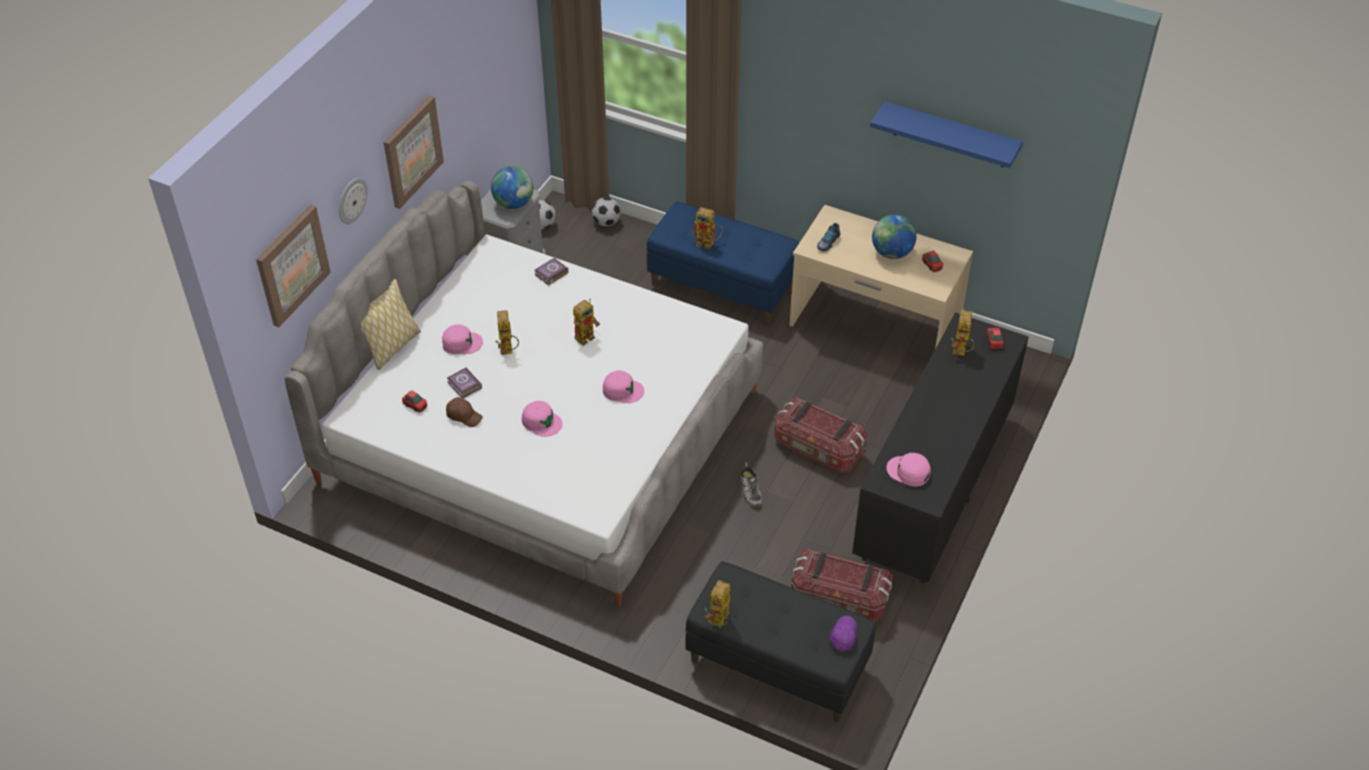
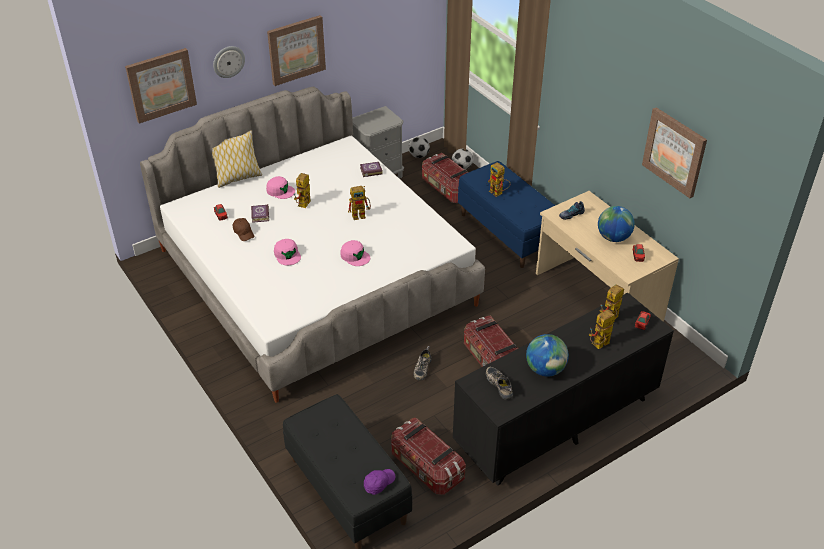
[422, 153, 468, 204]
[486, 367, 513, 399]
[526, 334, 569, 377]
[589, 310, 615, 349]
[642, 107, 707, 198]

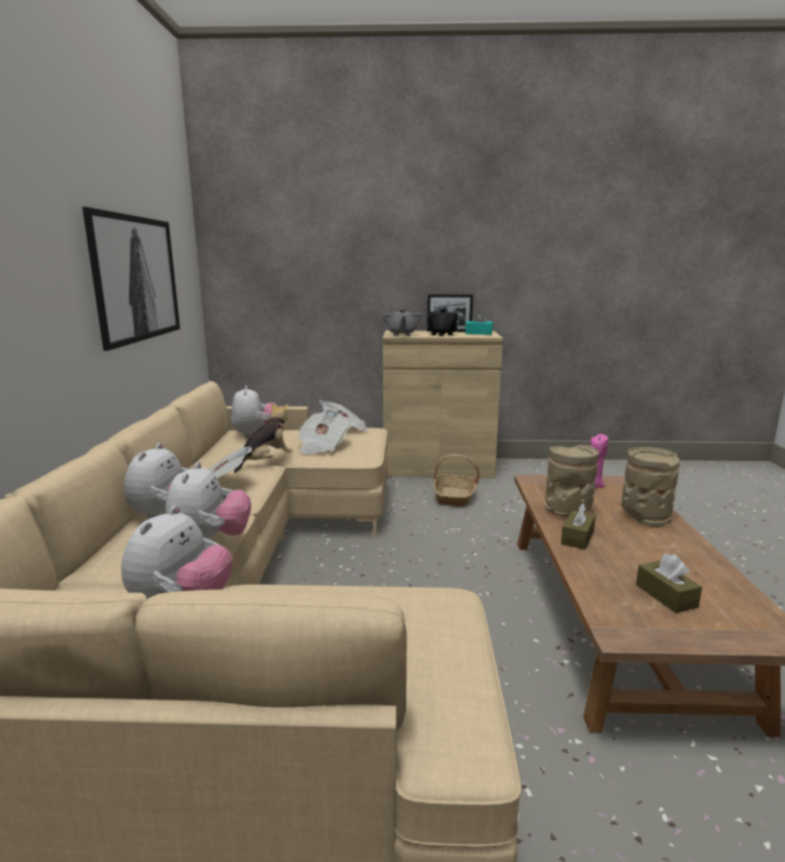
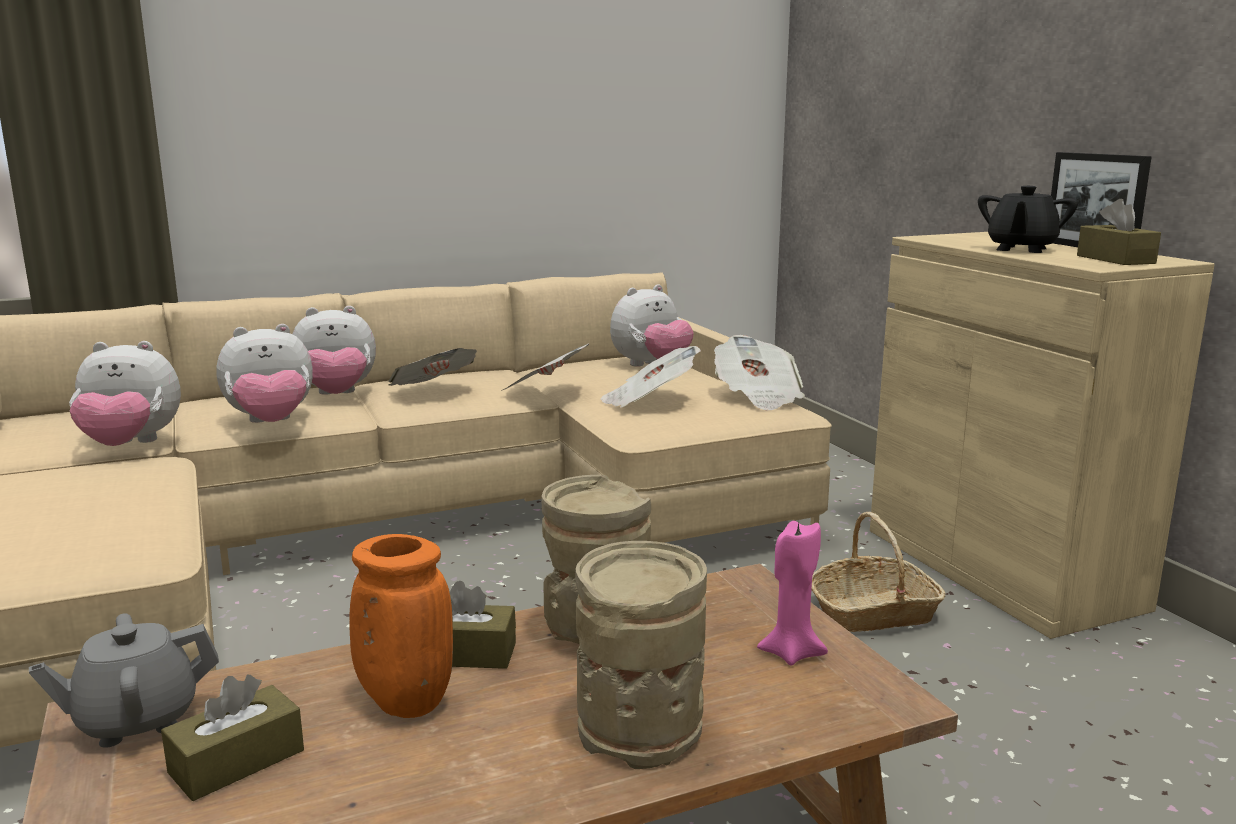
[29, 613, 219, 748]
[349, 534, 453, 718]
[501, 343, 589, 391]
[1077, 199, 1161, 265]
[82, 207, 180, 351] (first image)

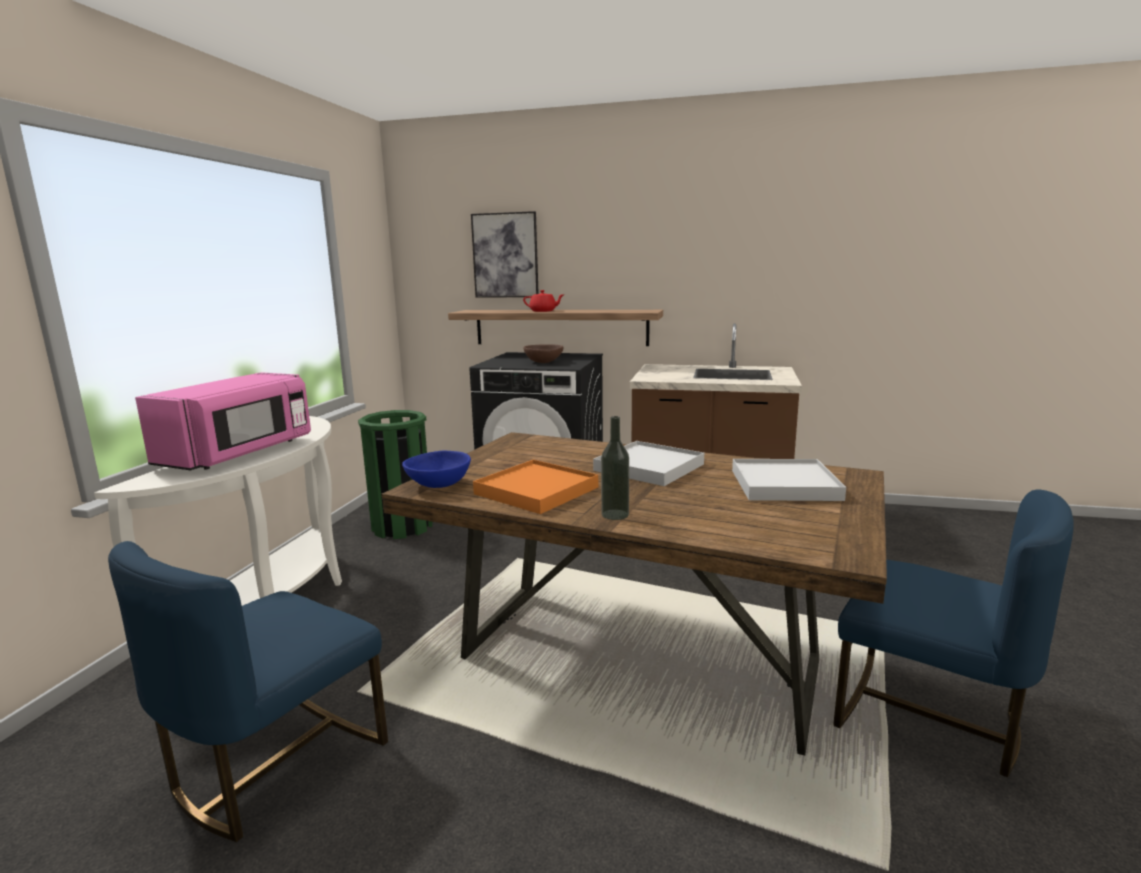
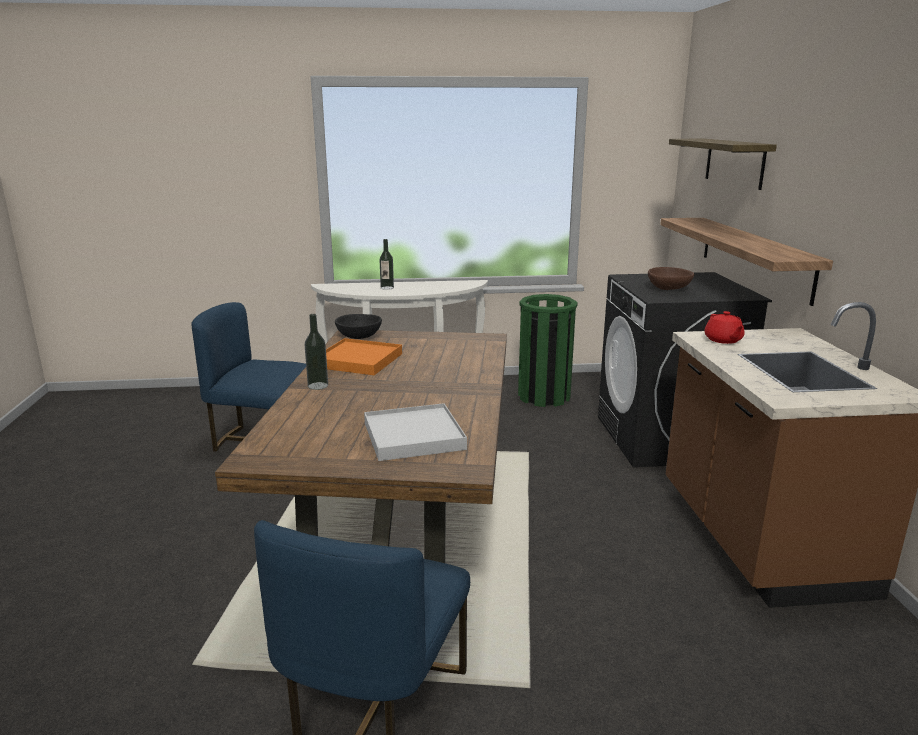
[335, 314, 382, 339]
[380, 239, 394, 290]
[669, 139, 777, 190]
[704, 311, 744, 344]
[593, 441, 704, 486] (first image)

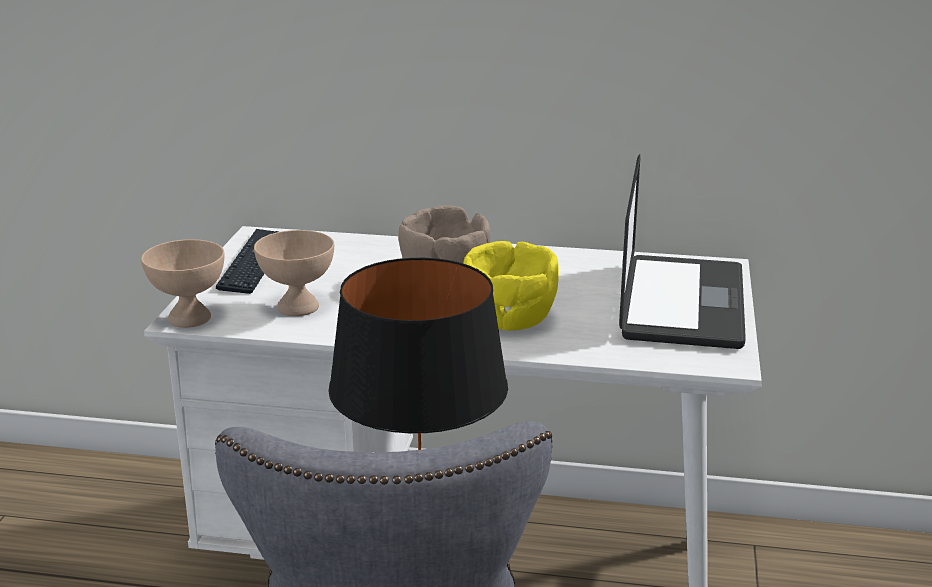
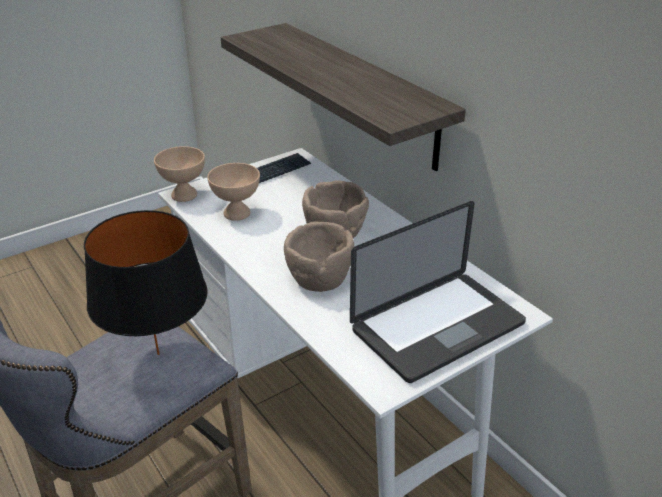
[221, 23, 466, 171]
[284, 221, 354, 292]

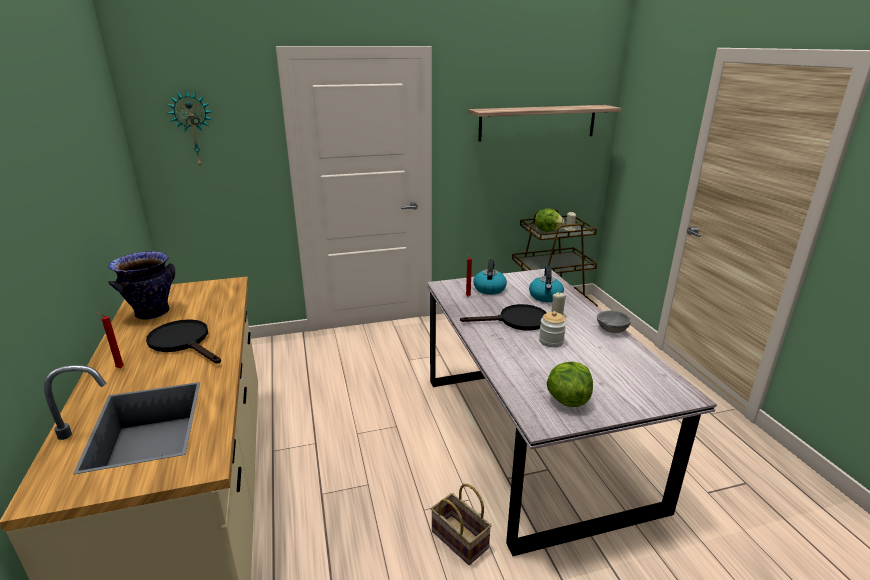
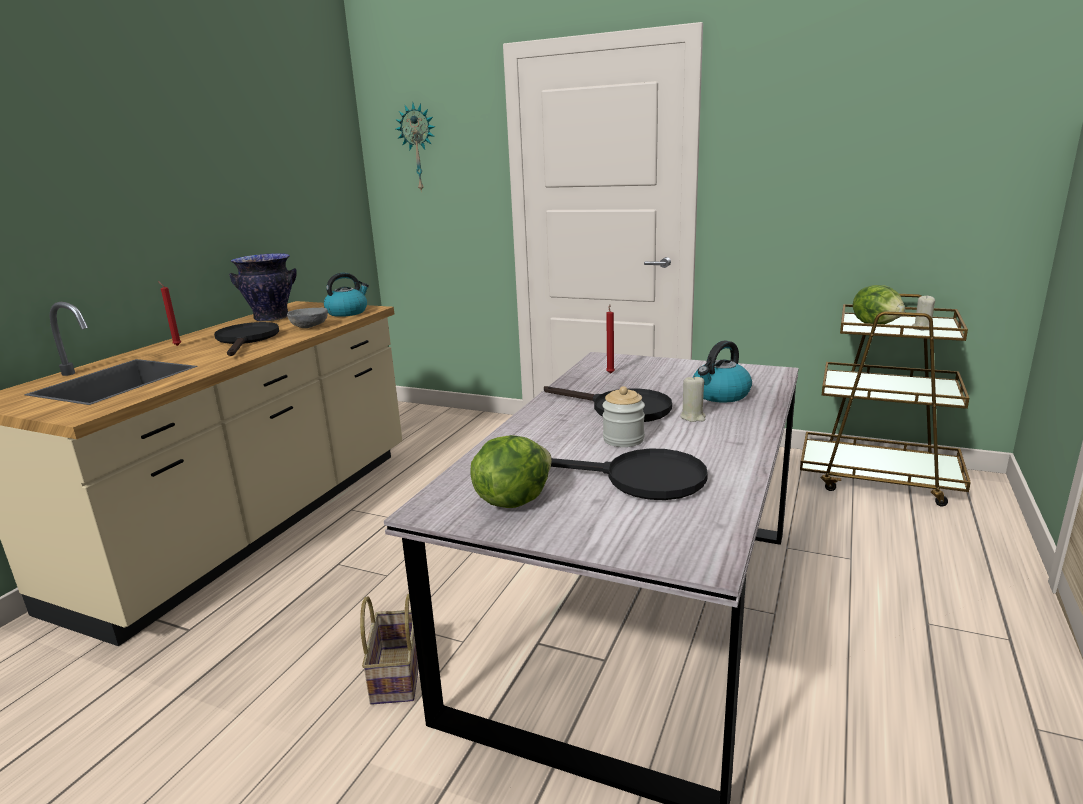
[287, 308, 328, 328]
[324, 272, 369, 317]
[551, 449, 708, 500]
[468, 105, 622, 142] (first image)

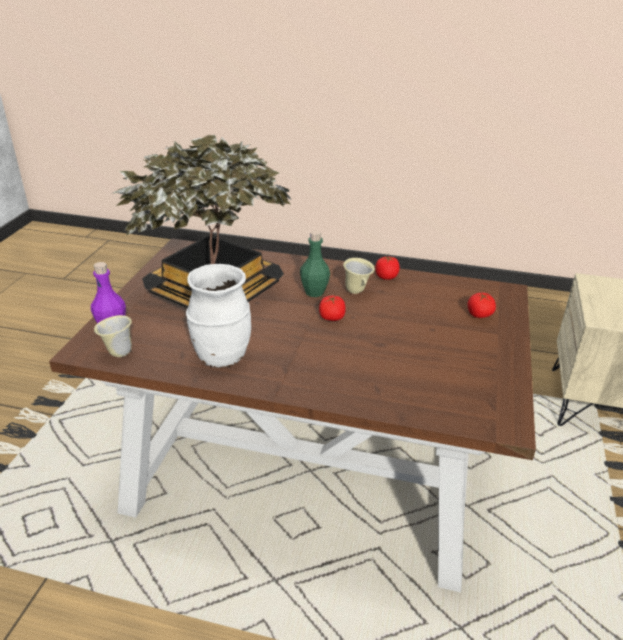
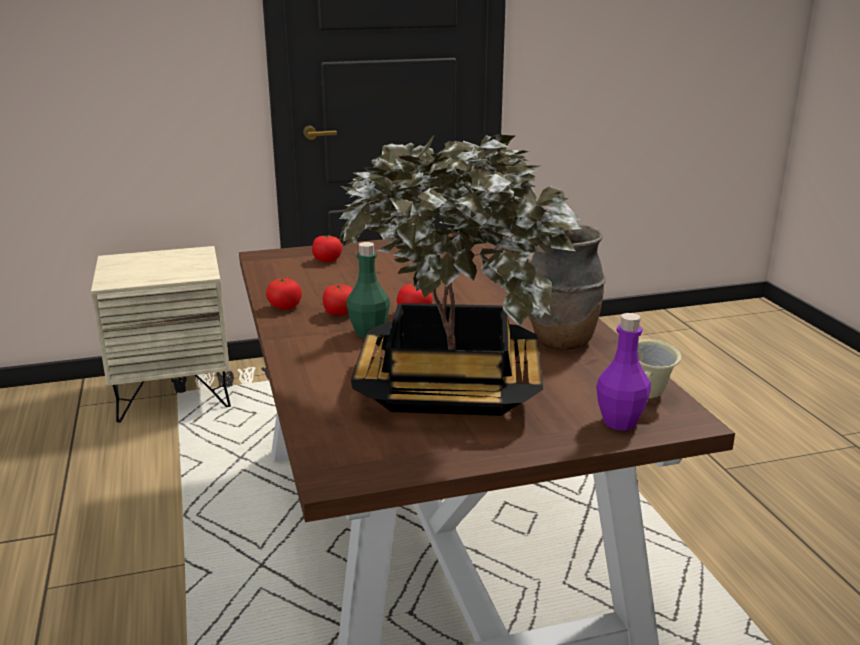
[323, 284, 353, 315]
[528, 224, 606, 350]

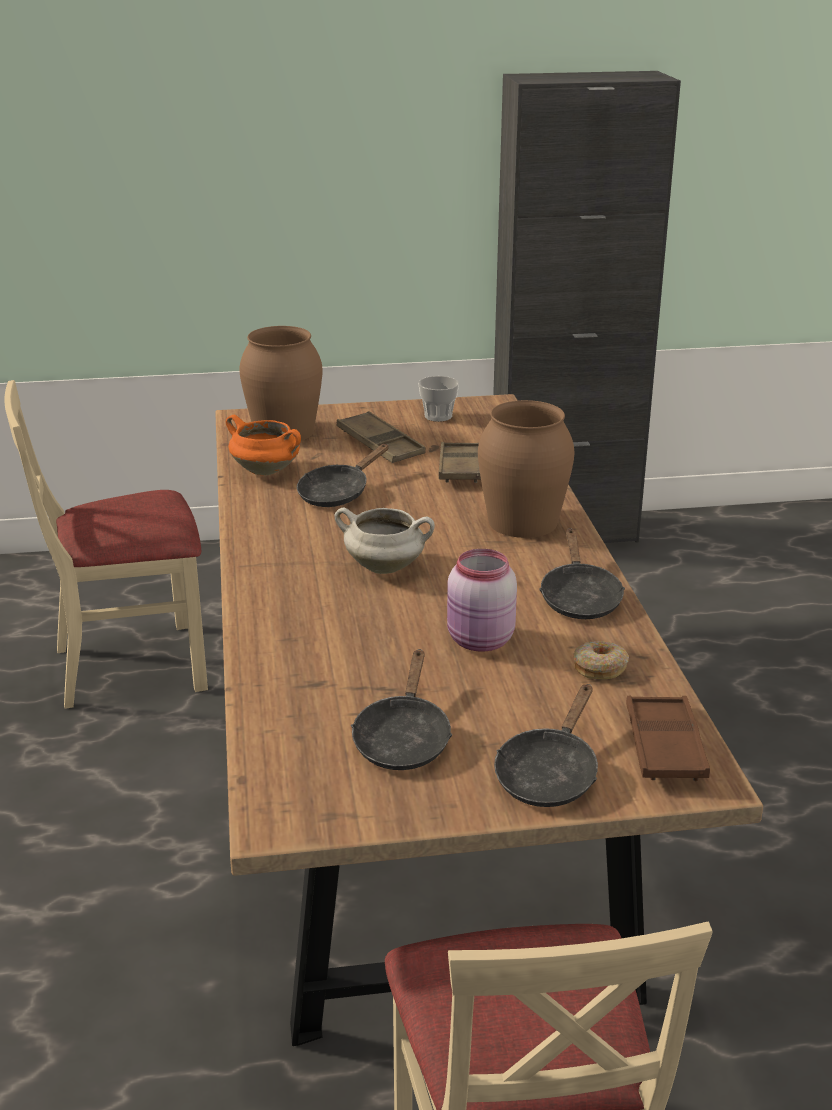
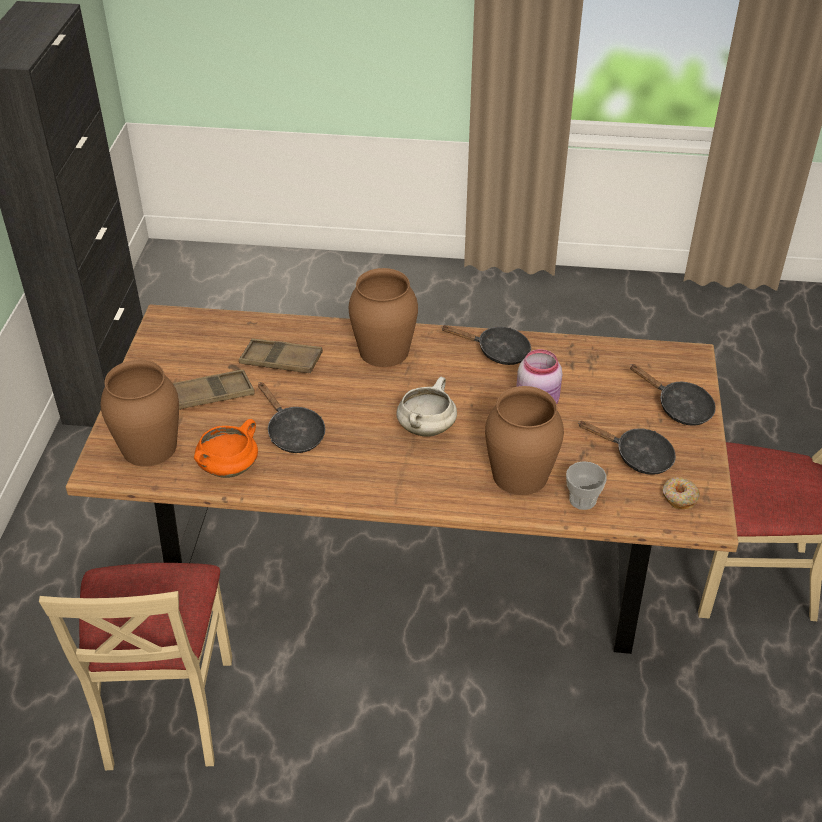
[485, 386, 564, 495]
[566, 461, 607, 510]
[662, 477, 700, 509]
[626, 696, 710, 781] (first image)

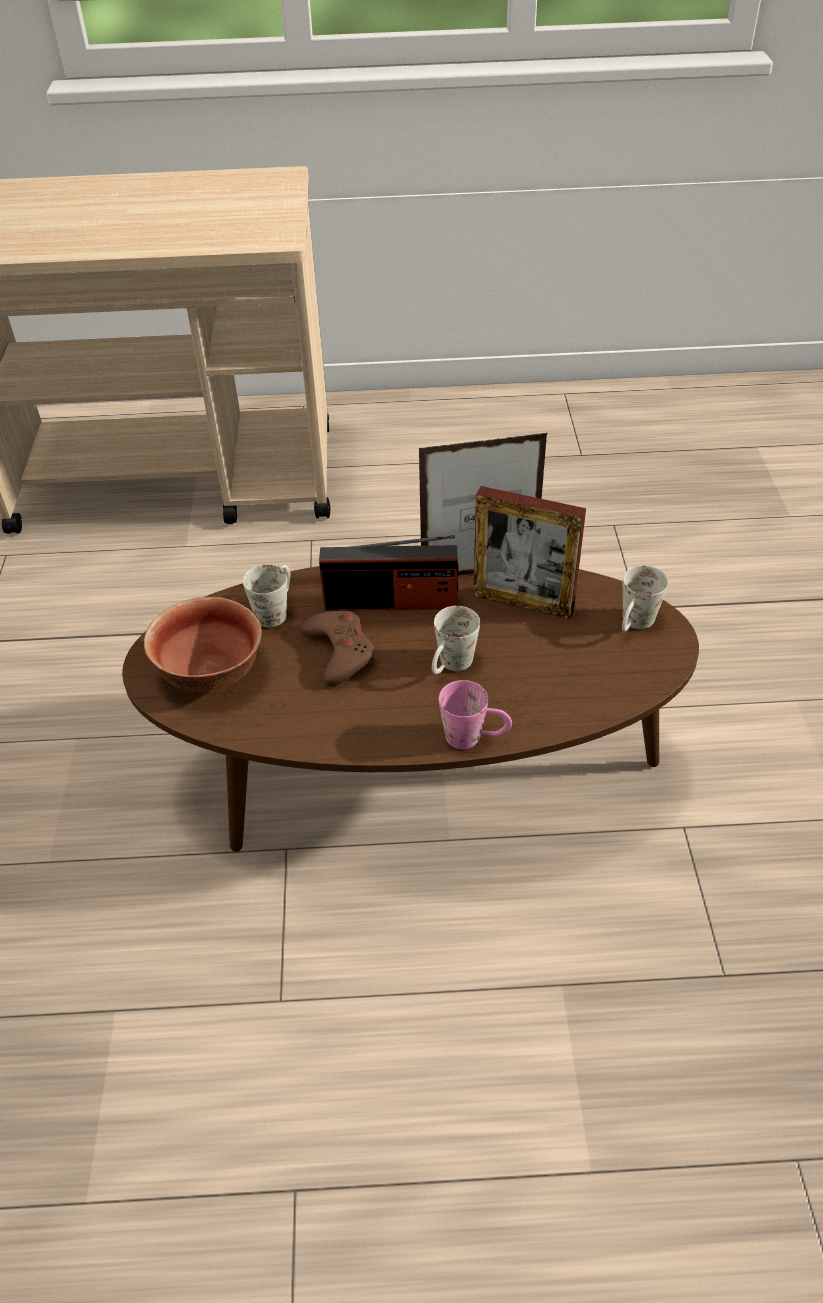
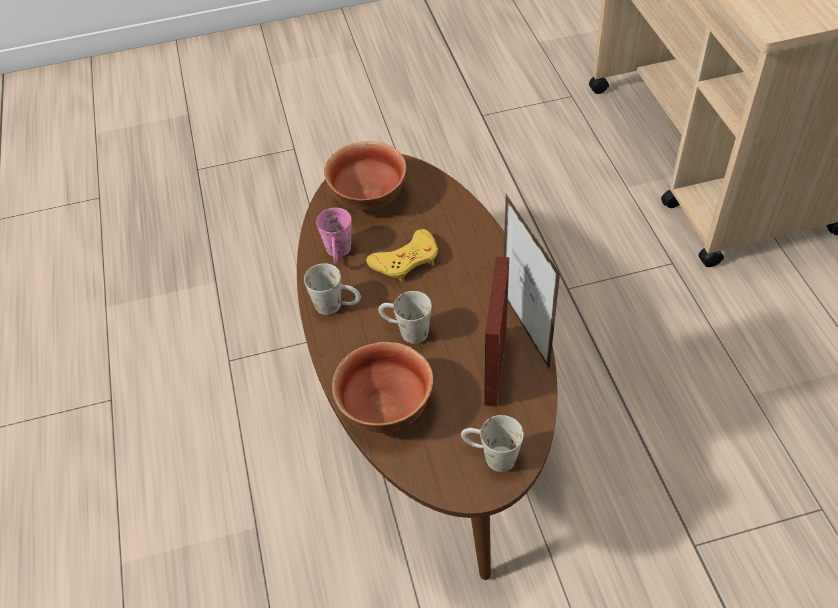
[304, 263, 361, 315]
[316, 208, 352, 264]
[332, 342, 433, 433]
[366, 229, 438, 282]
[319, 535, 459, 611] (first image)

